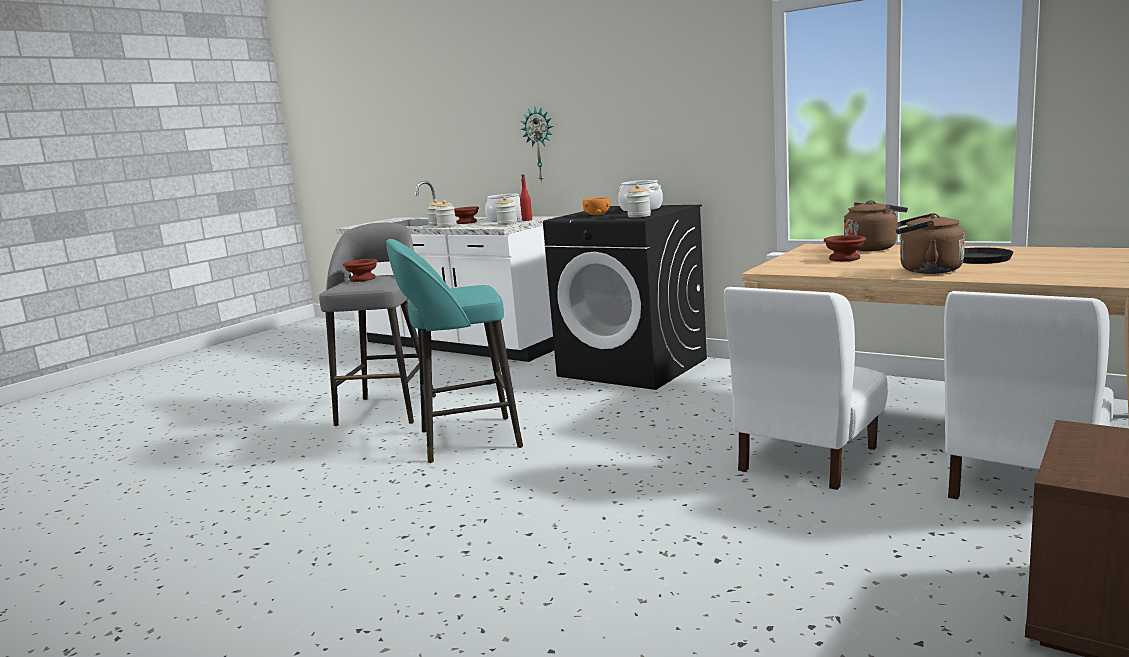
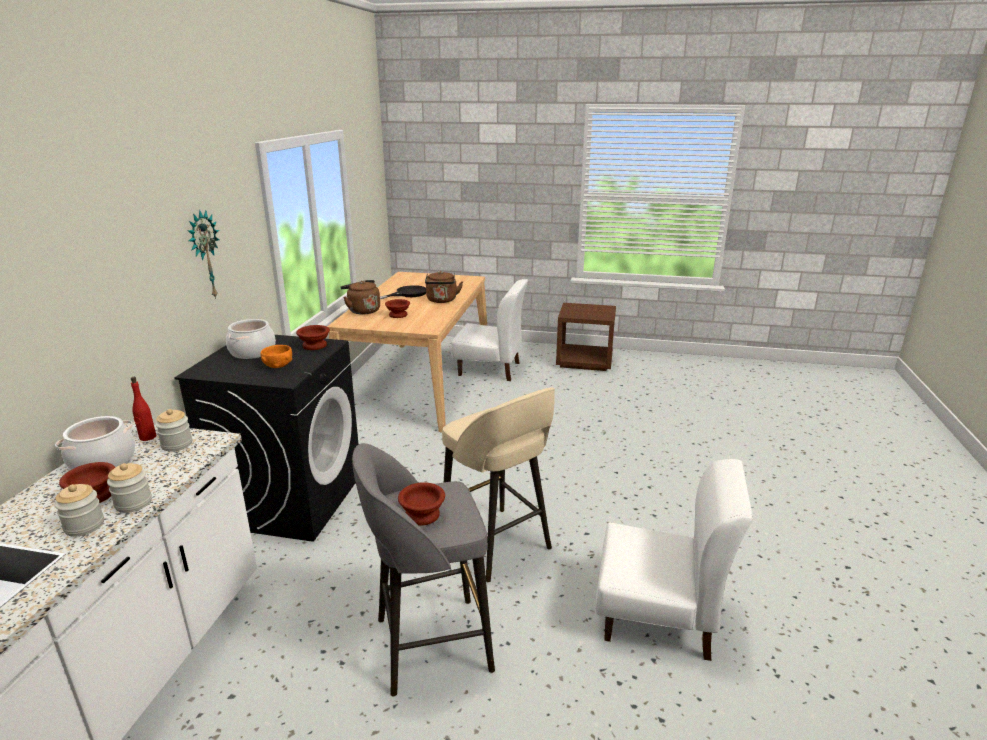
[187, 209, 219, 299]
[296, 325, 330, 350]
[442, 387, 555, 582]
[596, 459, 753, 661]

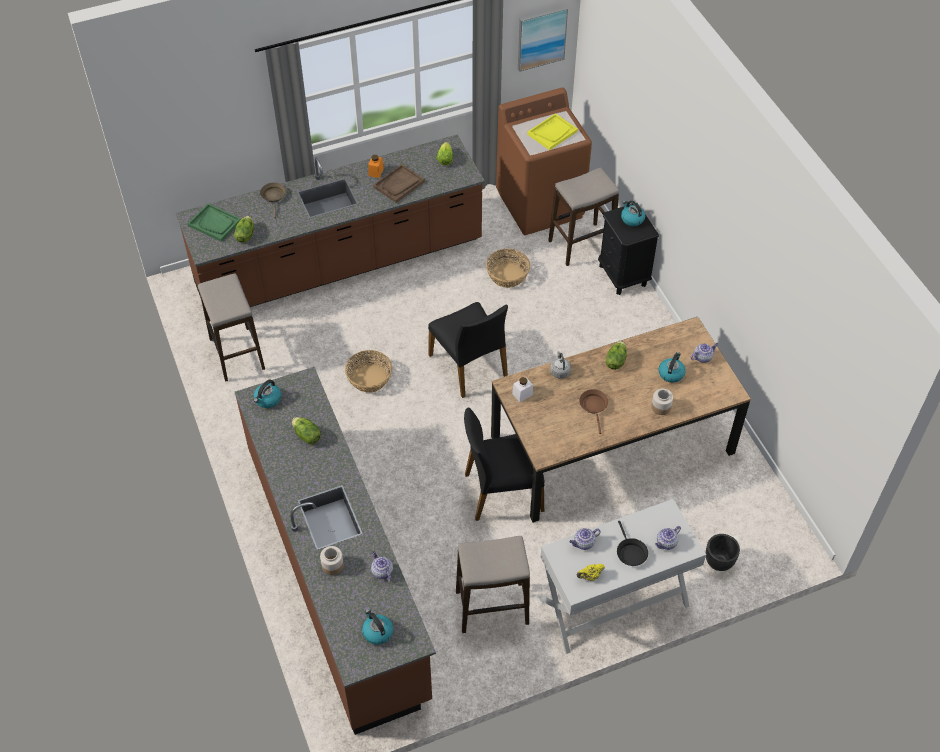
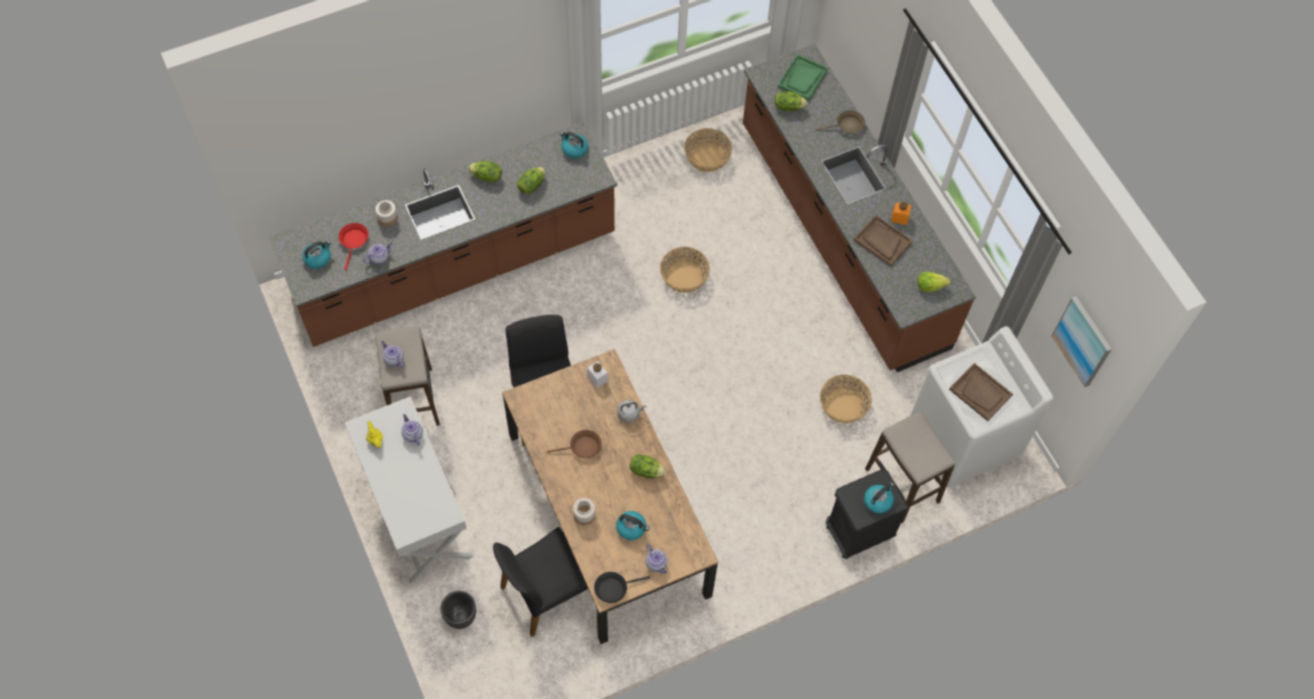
[339, 223, 368, 270]
[381, 341, 404, 368]
[468, 161, 502, 182]
[493, 527, 588, 637]
[594, 572, 650, 603]
[684, 128, 732, 172]
[910, 326, 1054, 488]
[949, 363, 1013, 421]

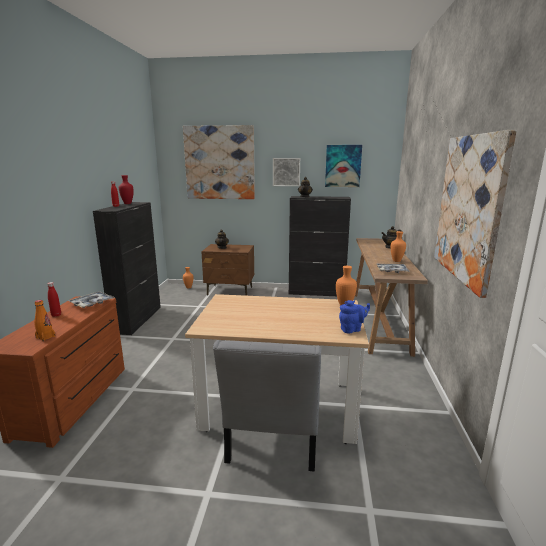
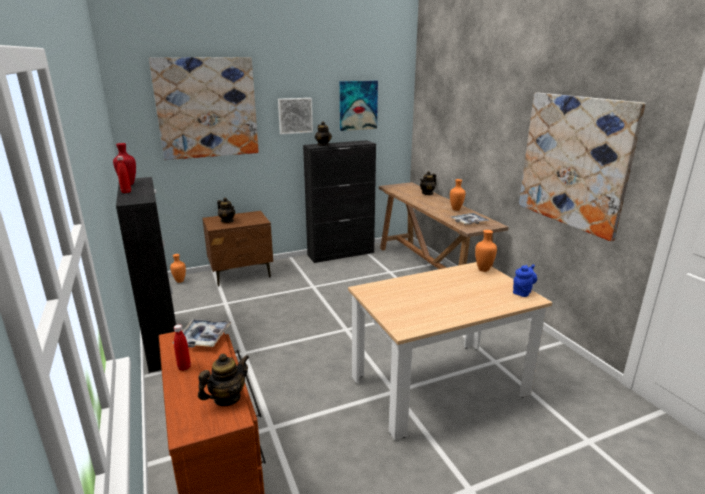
[198, 354, 249, 406]
[213, 340, 322, 472] (first image)

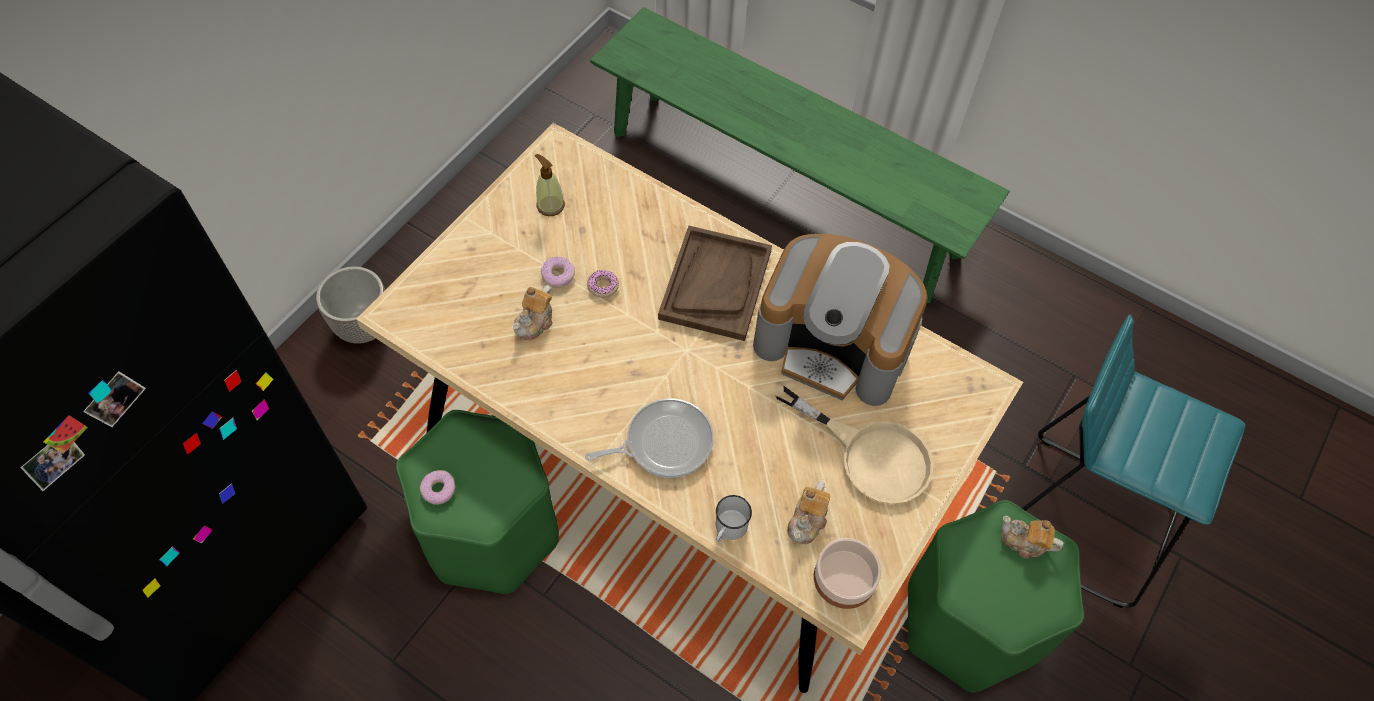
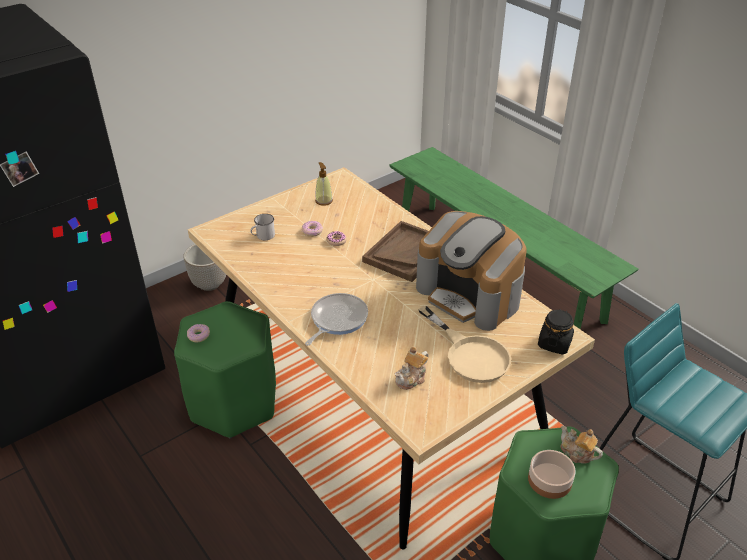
[250, 214, 275, 240]
[305, 293, 368, 346]
[528, 450, 576, 499]
[538, 309, 574, 354]
[512, 285, 553, 340] (first image)

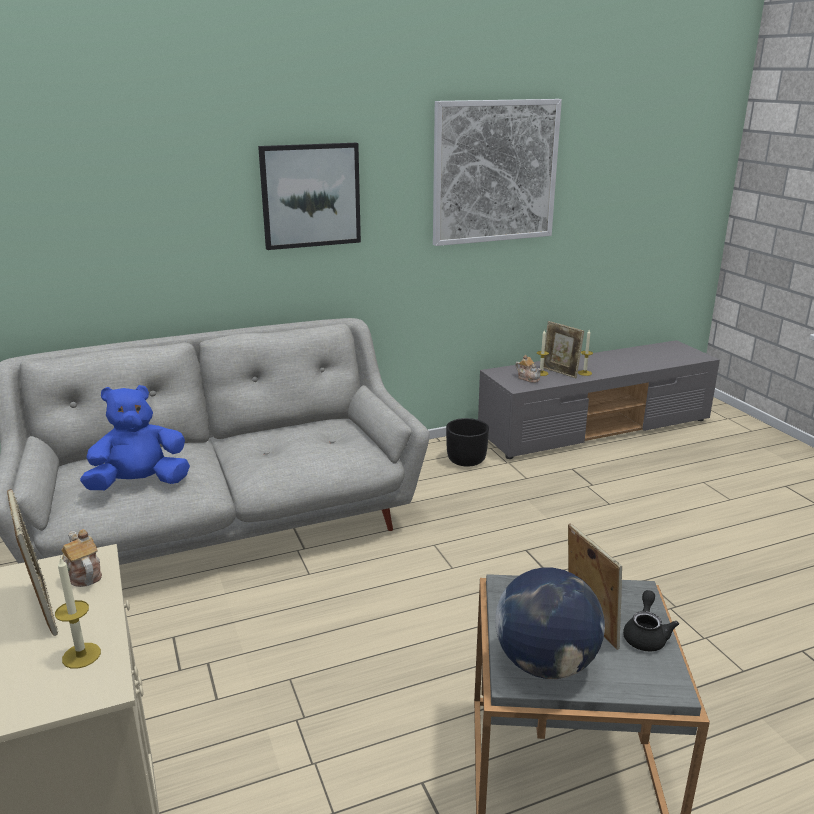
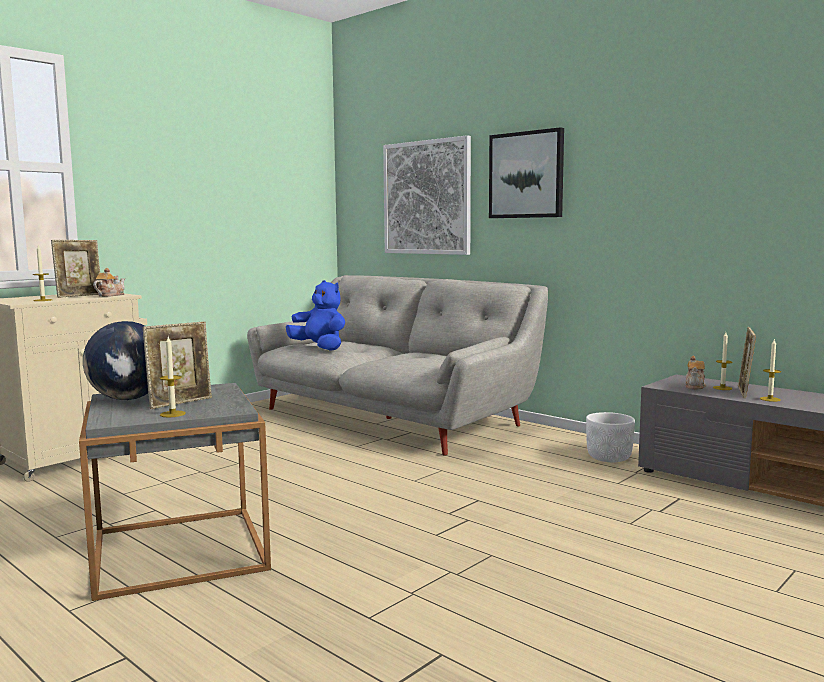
[160, 337, 186, 417]
[383, 135, 471, 255]
[586, 412, 635, 462]

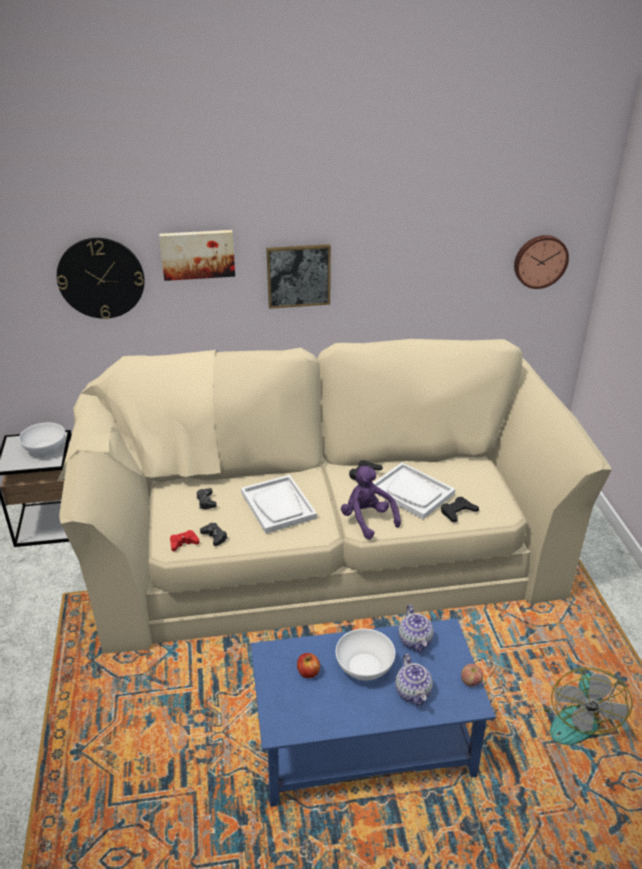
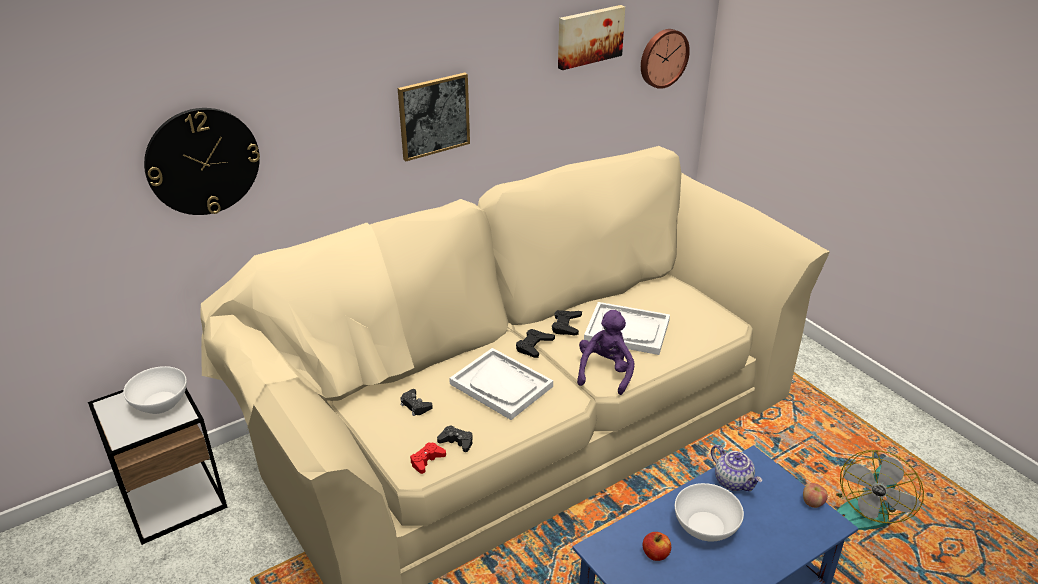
[516, 329, 555, 358]
[558, 5, 625, 70]
[577, 310, 635, 395]
[836, 450, 924, 530]
[395, 653, 433, 706] (first image)

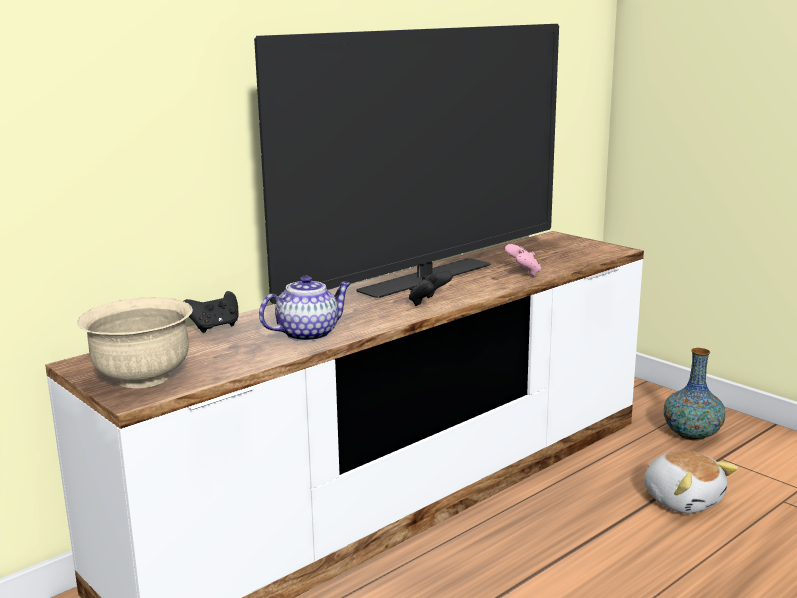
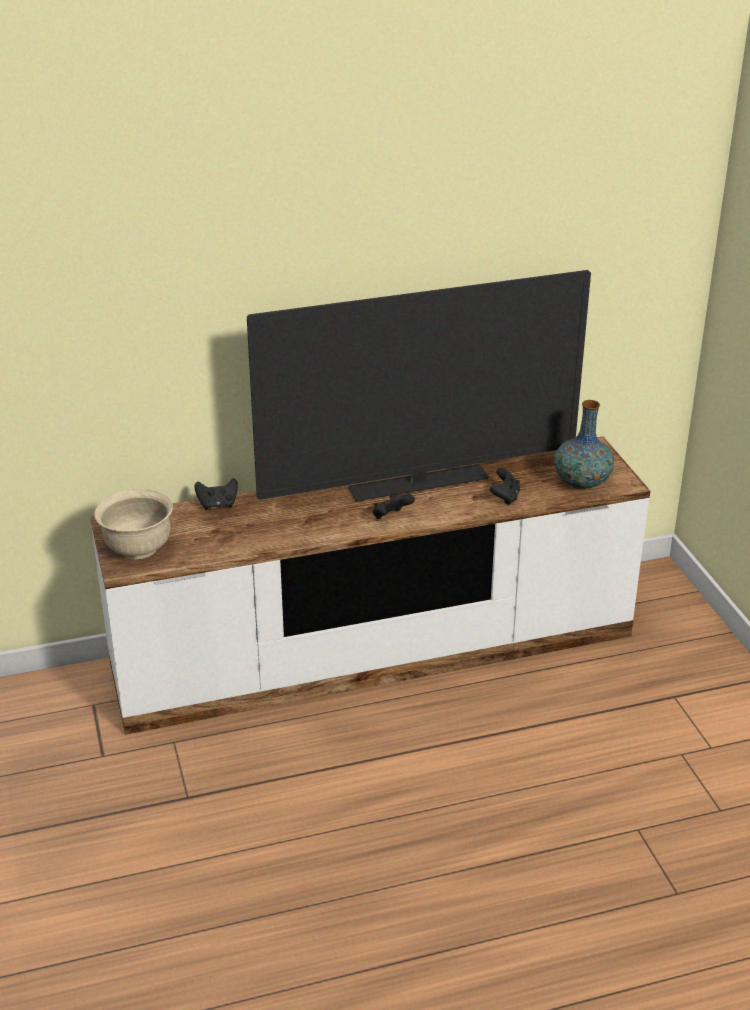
[490, 468, 520, 505]
[554, 400, 614, 489]
[259, 275, 351, 342] (first image)
[644, 451, 738, 513] (first image)

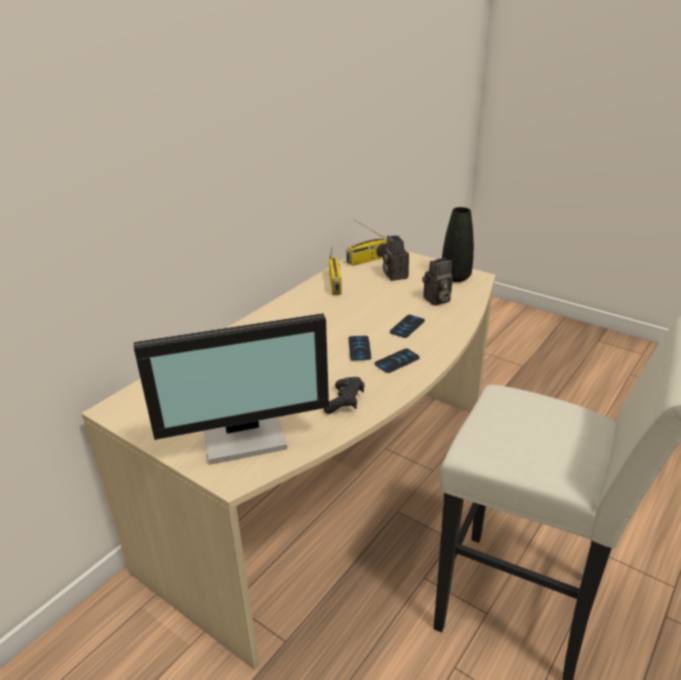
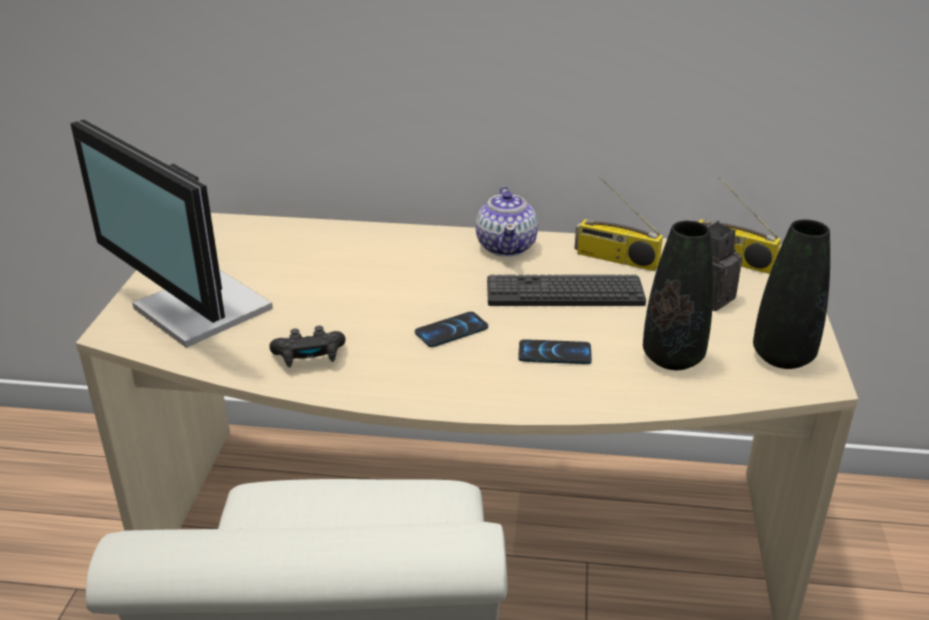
[475, 186, 538, 257]
[487, 275, 646, 306]
[574, 177, 663, 271]
[643, 220, 713, 370]
[375, 349, 419, 373] (first image)

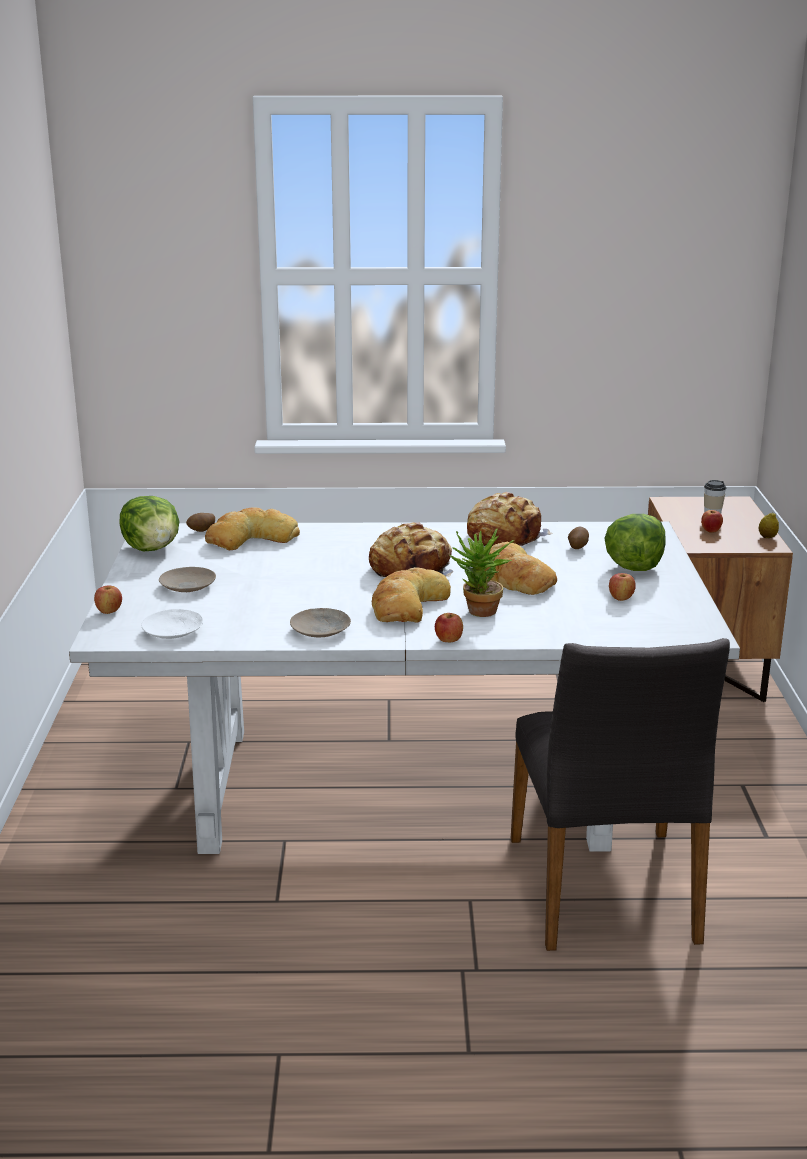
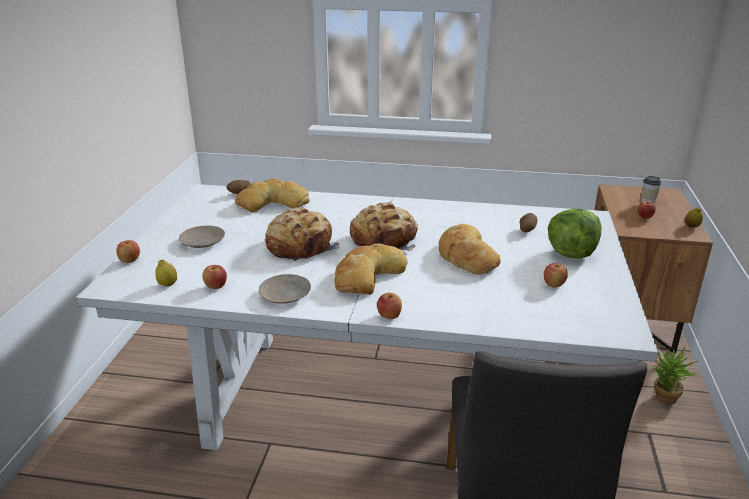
[155, 260, 177, 286]
[202, 265, 227, 289]
[265, 208, 340, 261]
[652, 347, 699, 405]
[119, 496, 179, 551] (first image)

